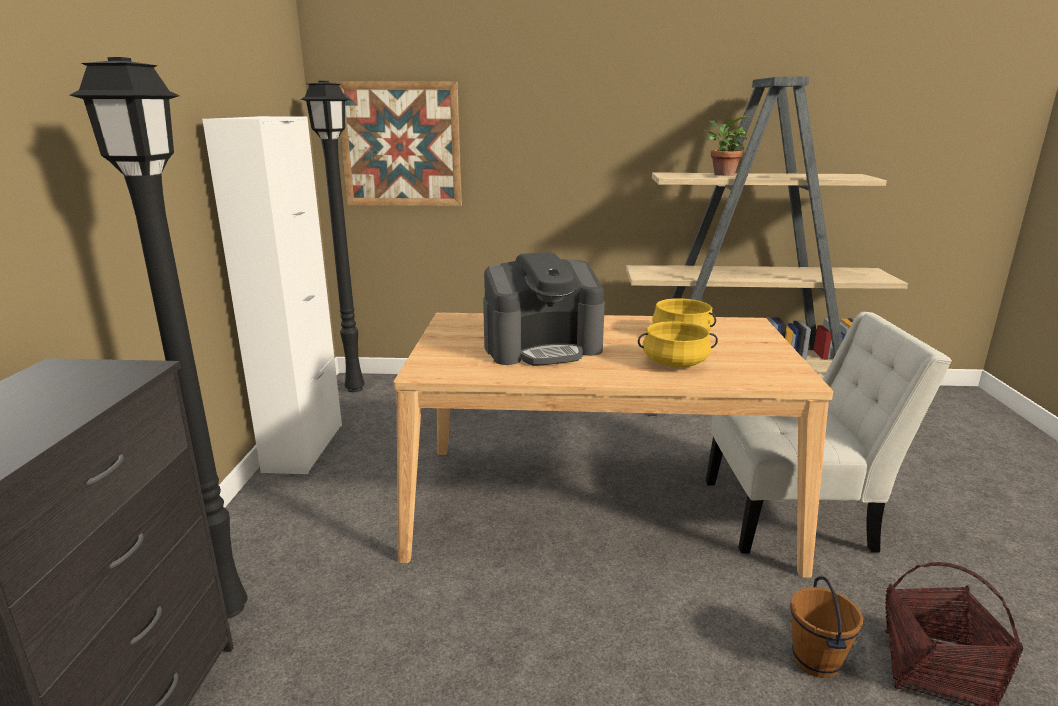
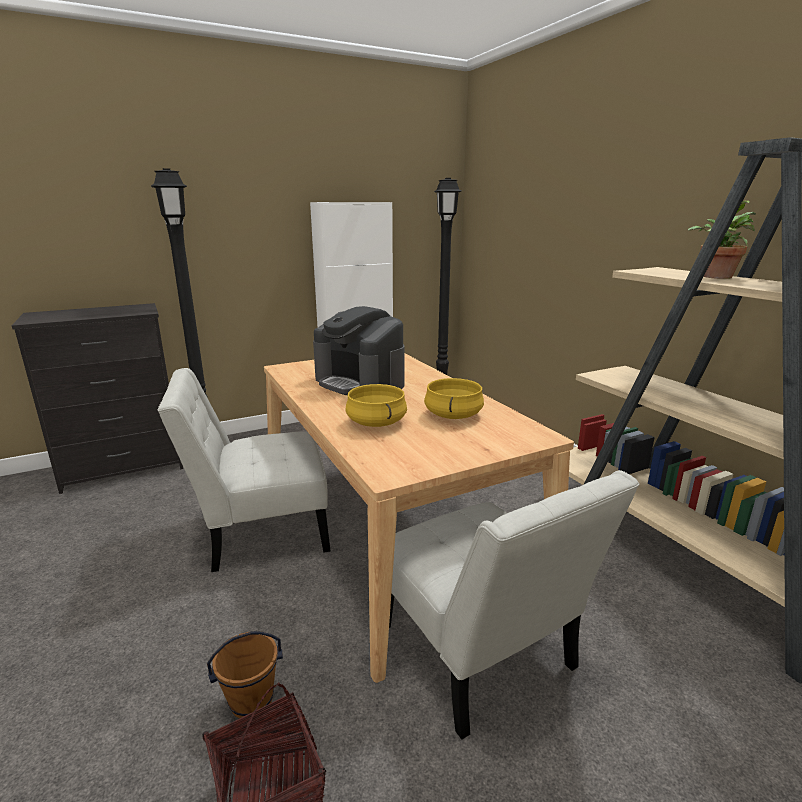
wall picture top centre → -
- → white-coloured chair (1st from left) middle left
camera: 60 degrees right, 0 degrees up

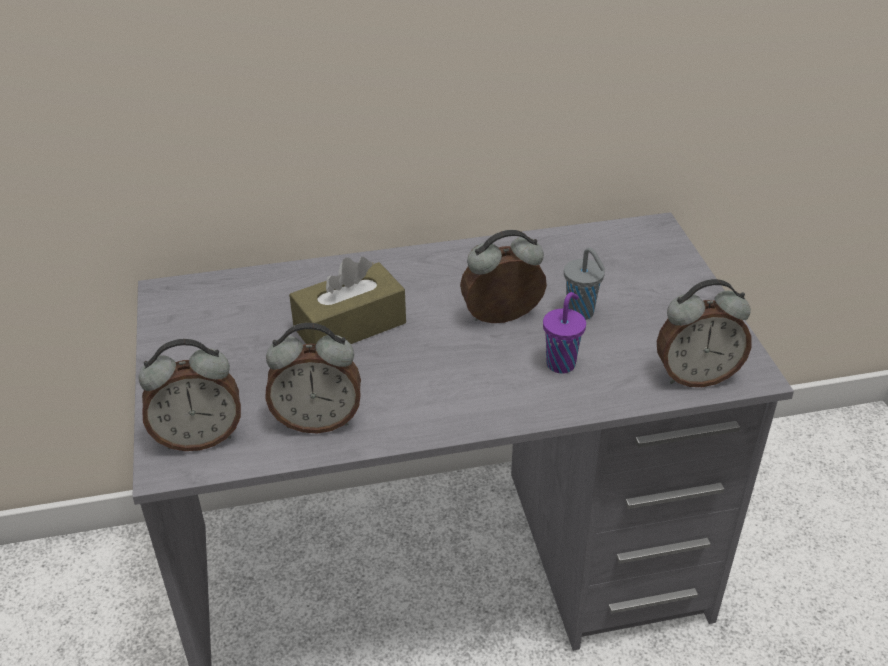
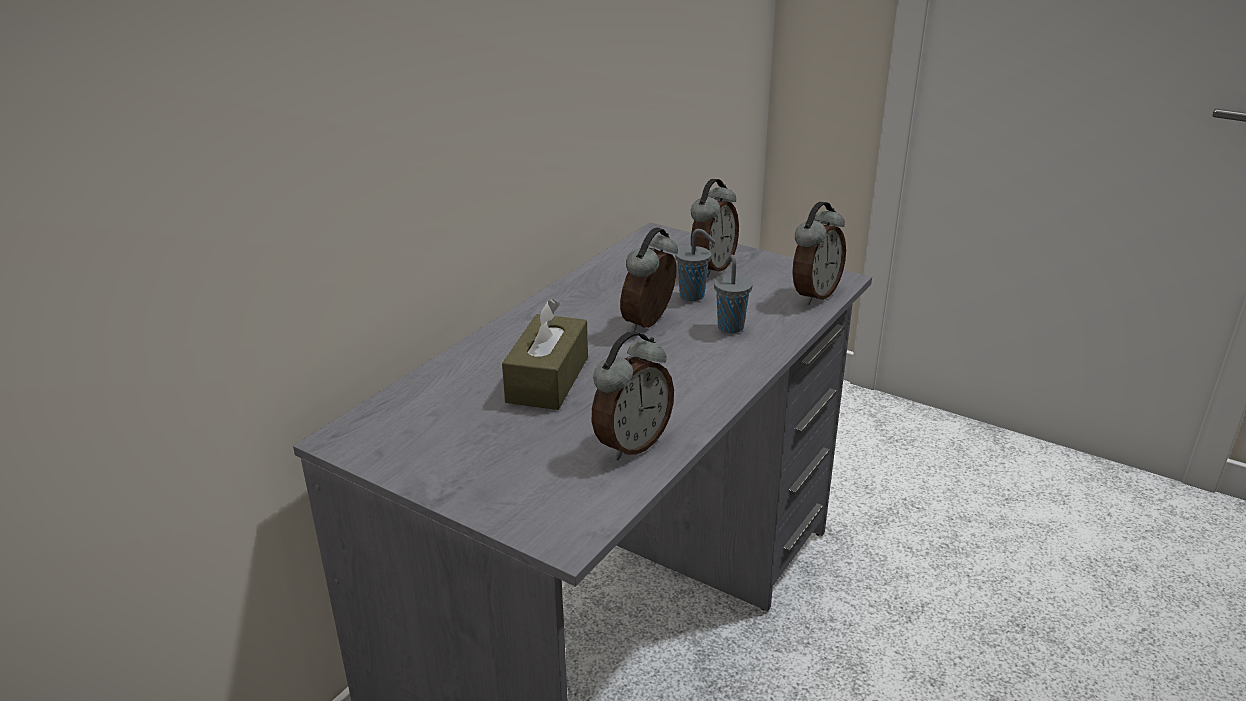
bedside clock (1st from left in the first image) middle left → bedside clock (3rd from left) top centre, move
purplish drinking cup centre → gray drinking cup (2nd from left) centre
camera: 45 degrees left, 10 degrees down

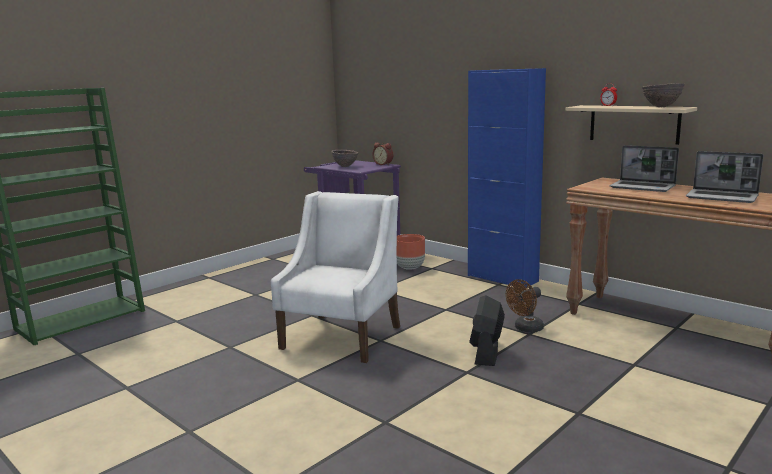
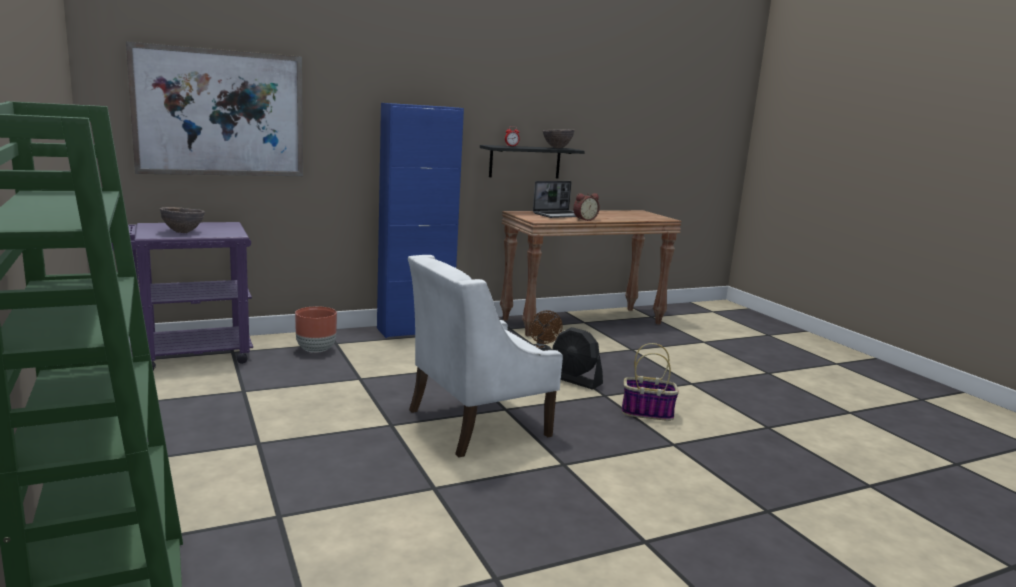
white-coloured lounge chair centre, 75 degrees counterclockwise
bedside clock (1st from left in the first image) top centre → bedside clock (2nd from left) centre, move
beige-coloured wall shelf top right → black wall shelf top centre
notebook computer (2nd from left) middle right → -
- → wall picture top left
- → storage basket centre
camera: 70 degrees left, 0 degrees up

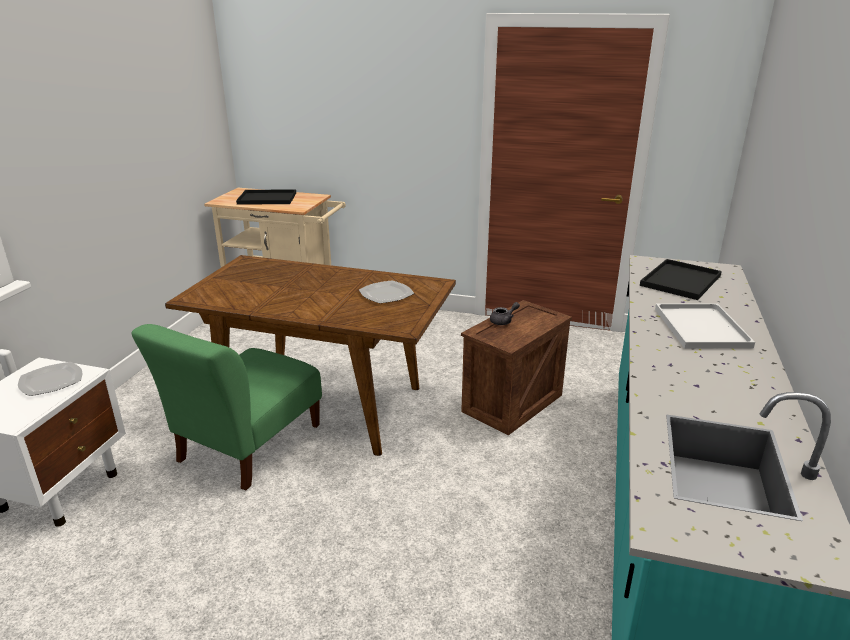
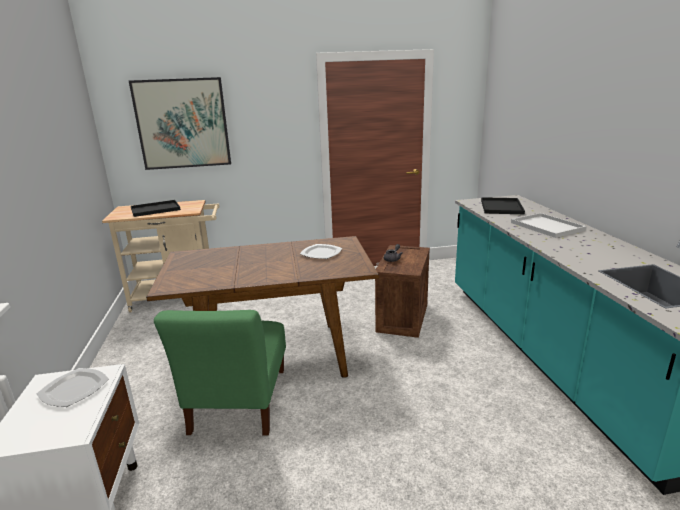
- → wall picture top left
camera: 25 degrees left, 5 degrees down

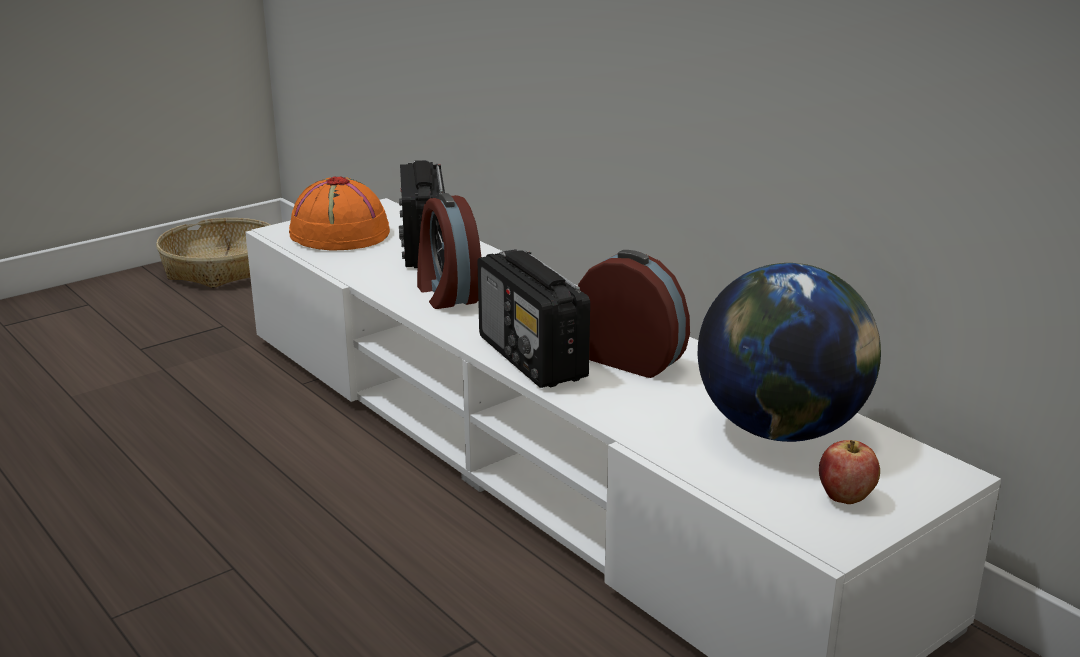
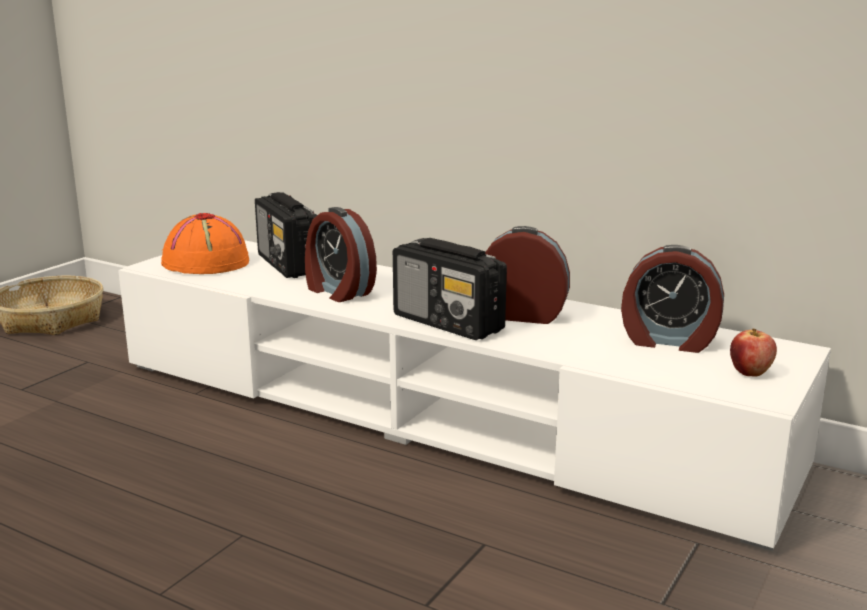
desk globe middle right → bedside clock (3rd from left) middle right
camera: 20 degrees left, 5 degrees down

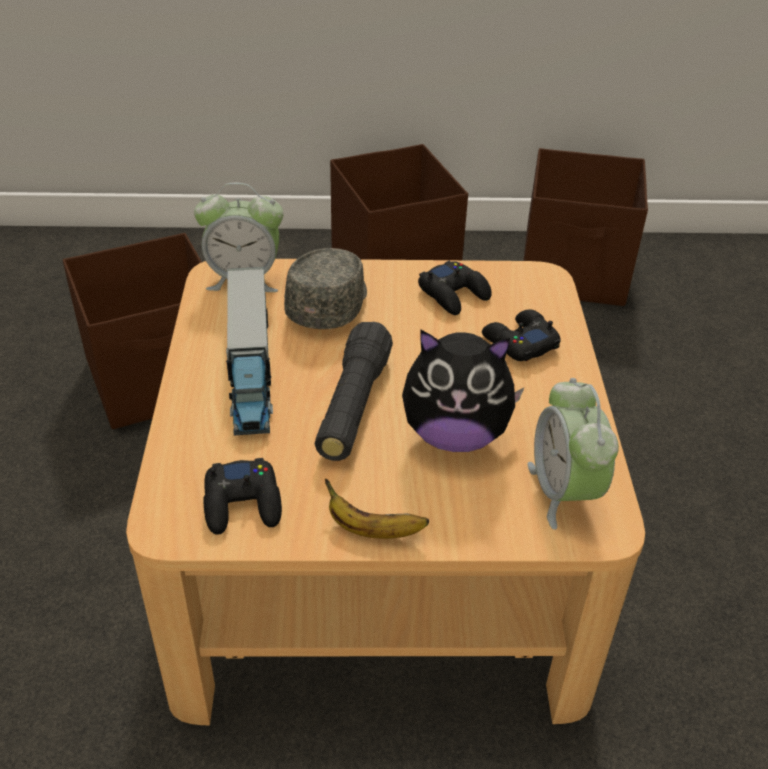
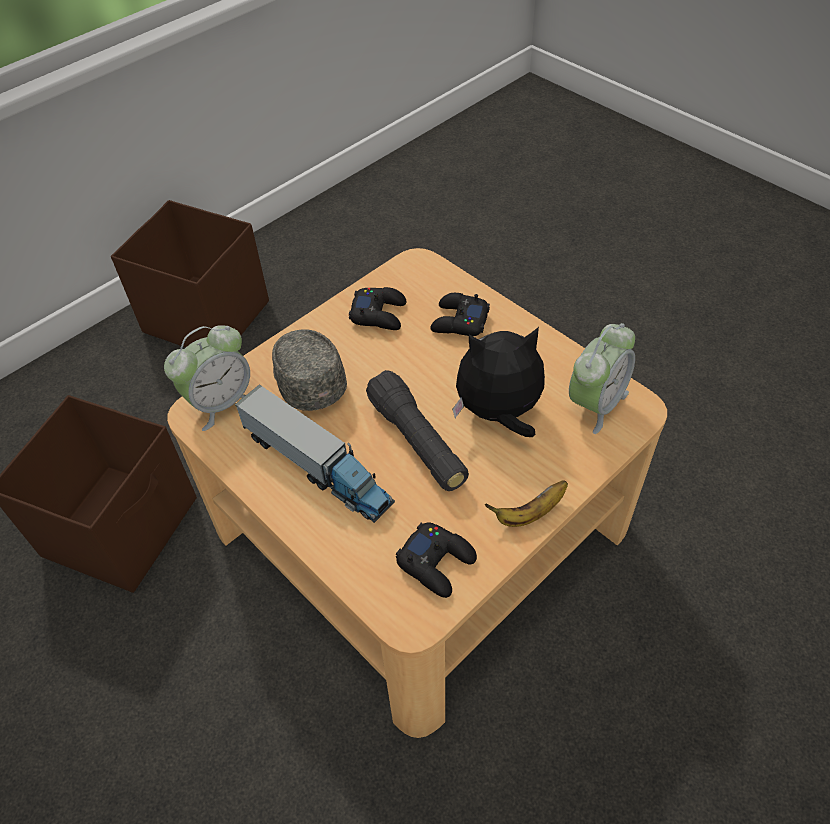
soft toy centre, 150 degrees counterclockwise
brown storage container (3rd from left) top right → -
bedside clock (2nd from left) middle right, 90 degrees counterclockwise
camera: 40 degrees left, 10 degrees up

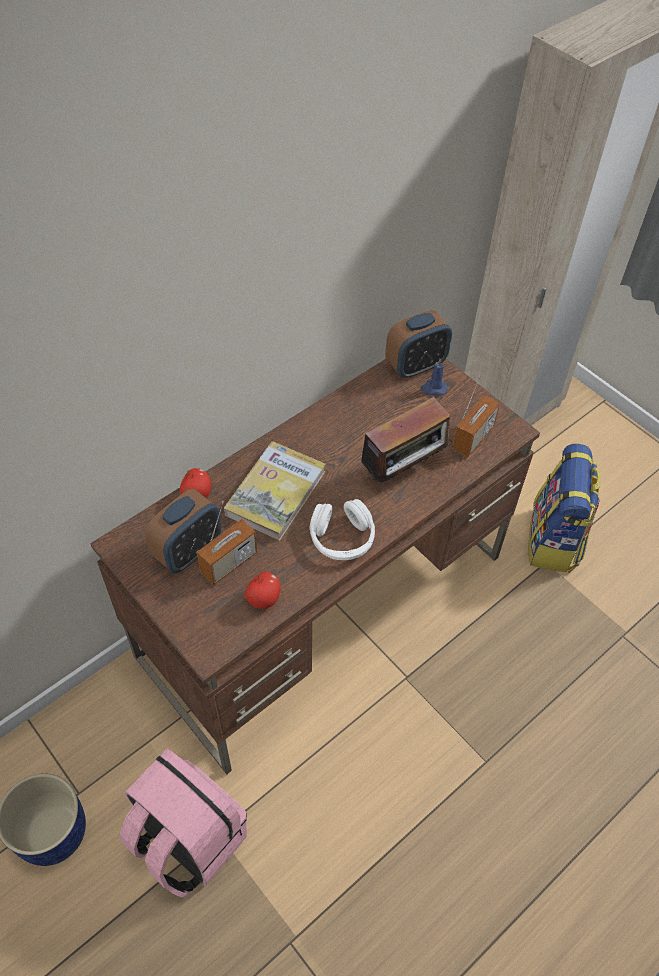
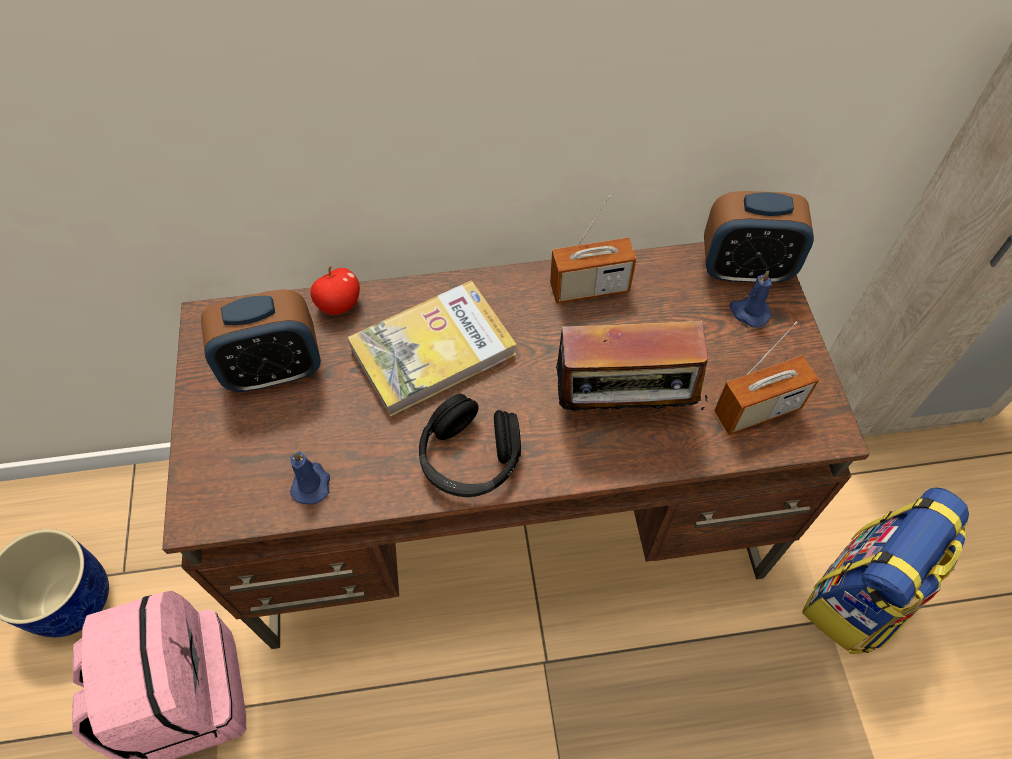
radio set (1st from left) centre → radio set (1st from left) top centre, move
whole apple (2nd from left) centre → blue wax candle (1st from left) middle left
white-coloured headphones centre → black headphones centre
camera: 35 degrees right, 5 degrees up

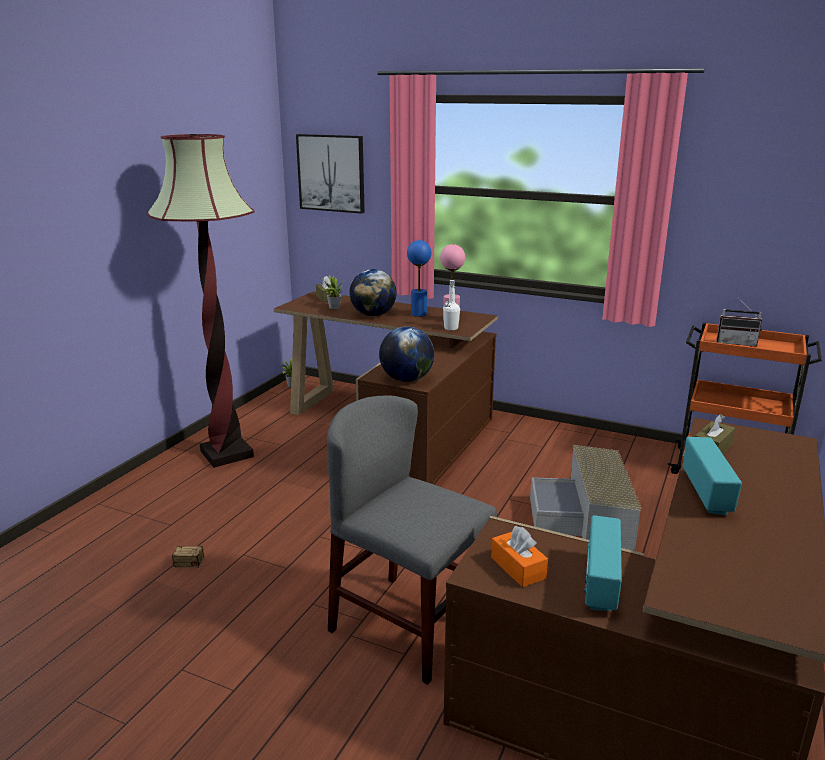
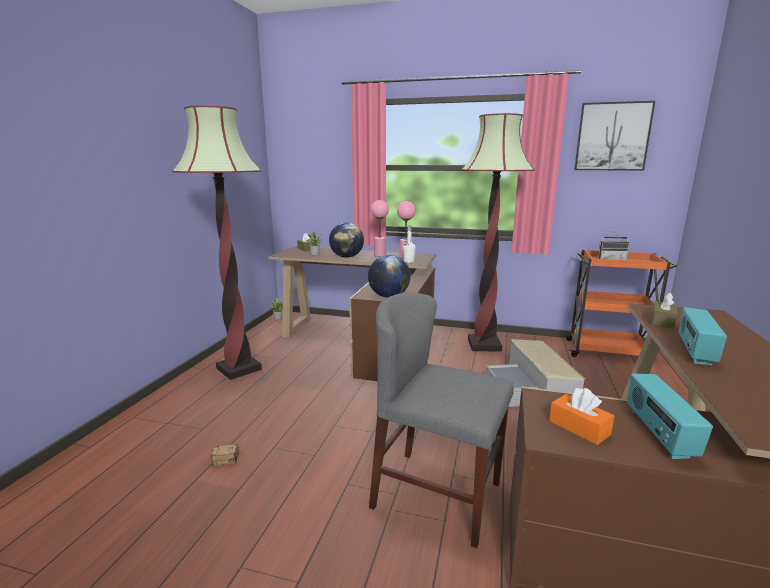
wall picture top centre → wall picture top right, move
blue table lamp centre → pink-coloured table lamp (1st from left) centre
radio set (2nd from left in the first image) middle right → radio set (3rd from left) middle right, 150 degrees counterclockwise
- → standing lamp (2nd from left) centre
camera: 10 degrees left, 5 degrees down

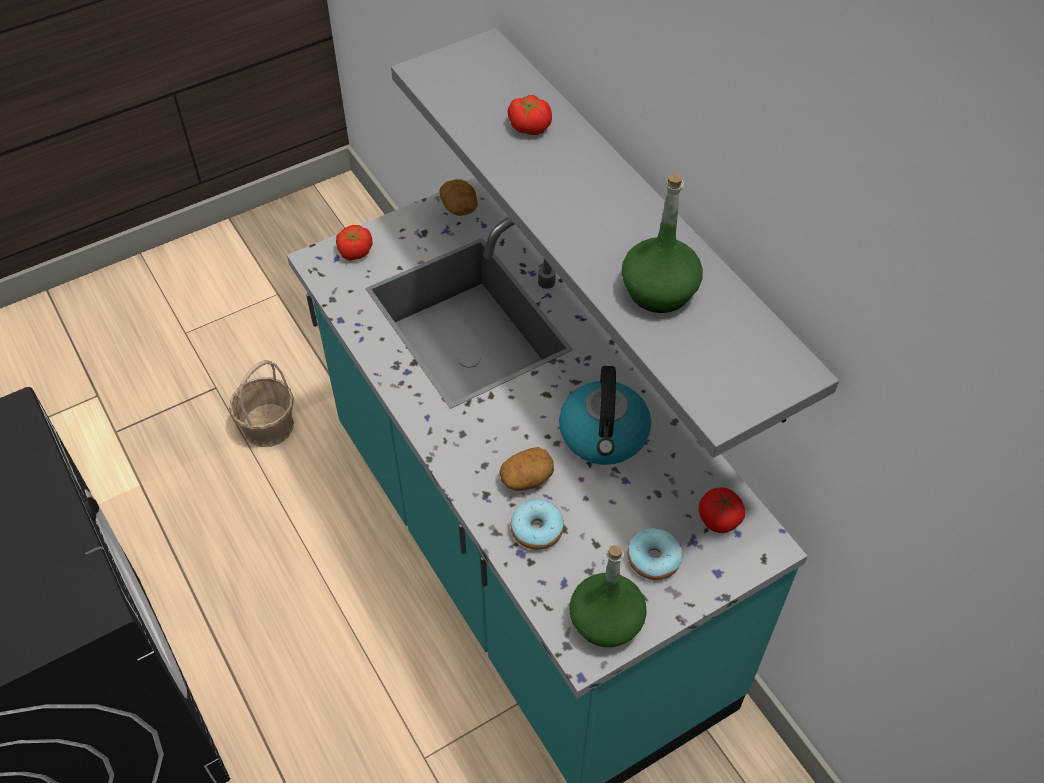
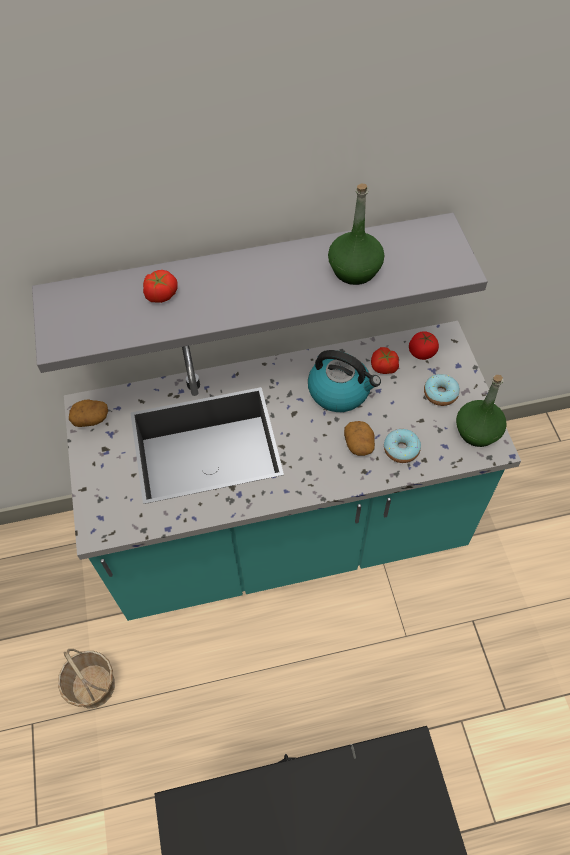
tomato (1st from left in the first image) top centre → tomato (2nd from left) middle right, move
camera: 70 degrees left, 5 degrees up

